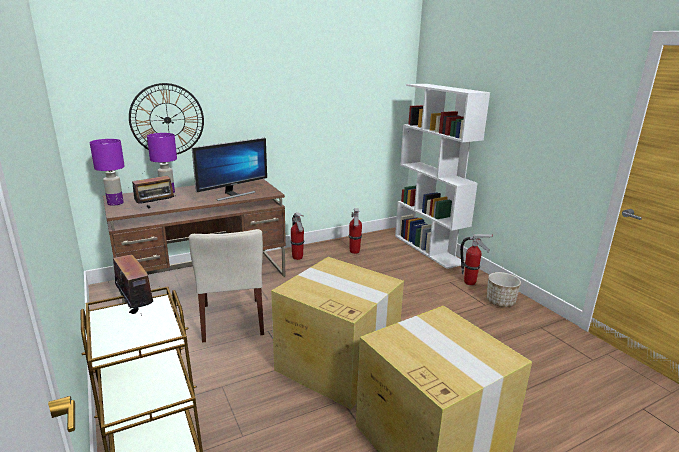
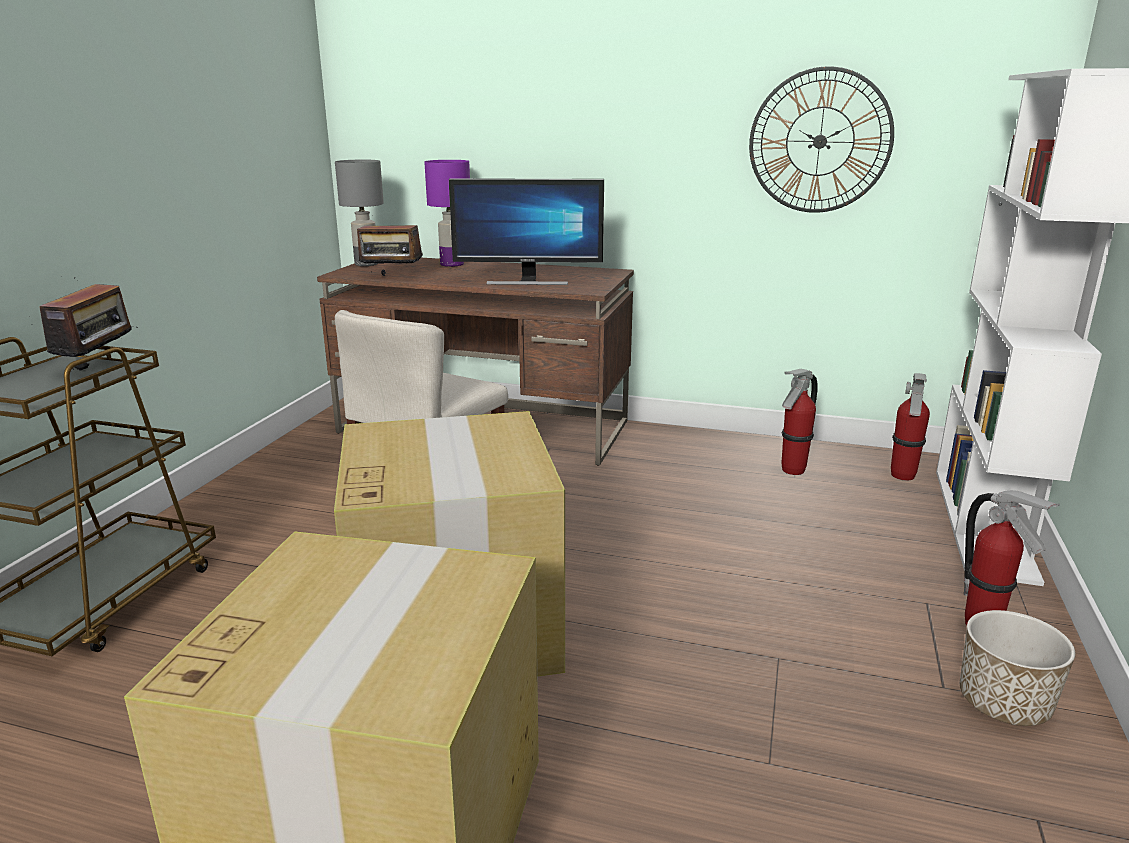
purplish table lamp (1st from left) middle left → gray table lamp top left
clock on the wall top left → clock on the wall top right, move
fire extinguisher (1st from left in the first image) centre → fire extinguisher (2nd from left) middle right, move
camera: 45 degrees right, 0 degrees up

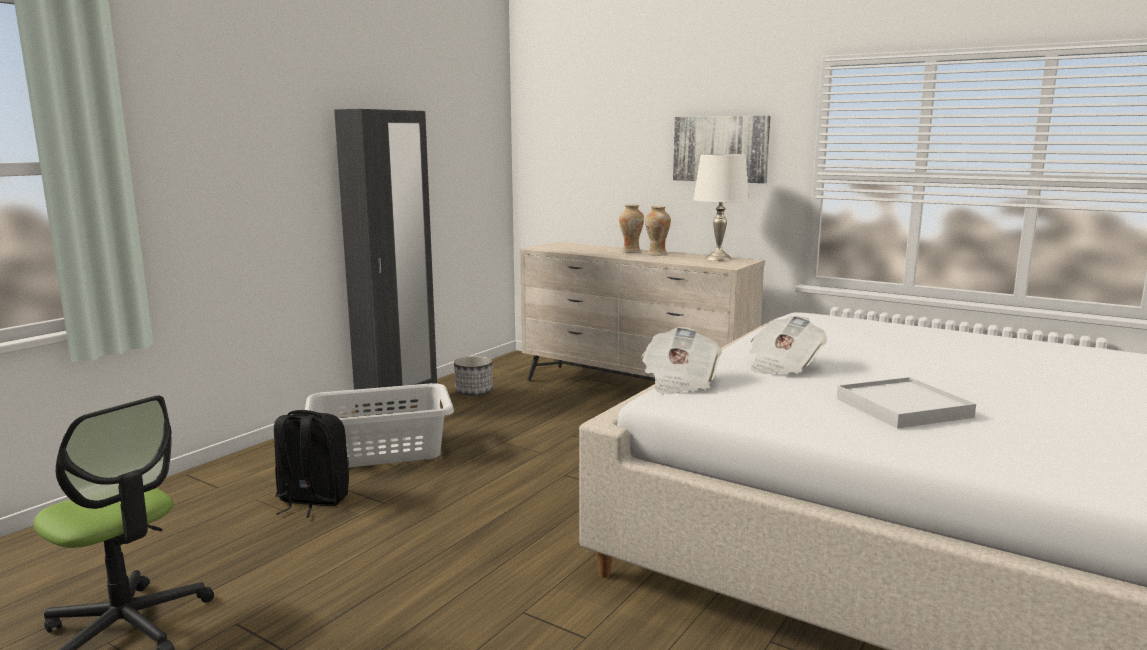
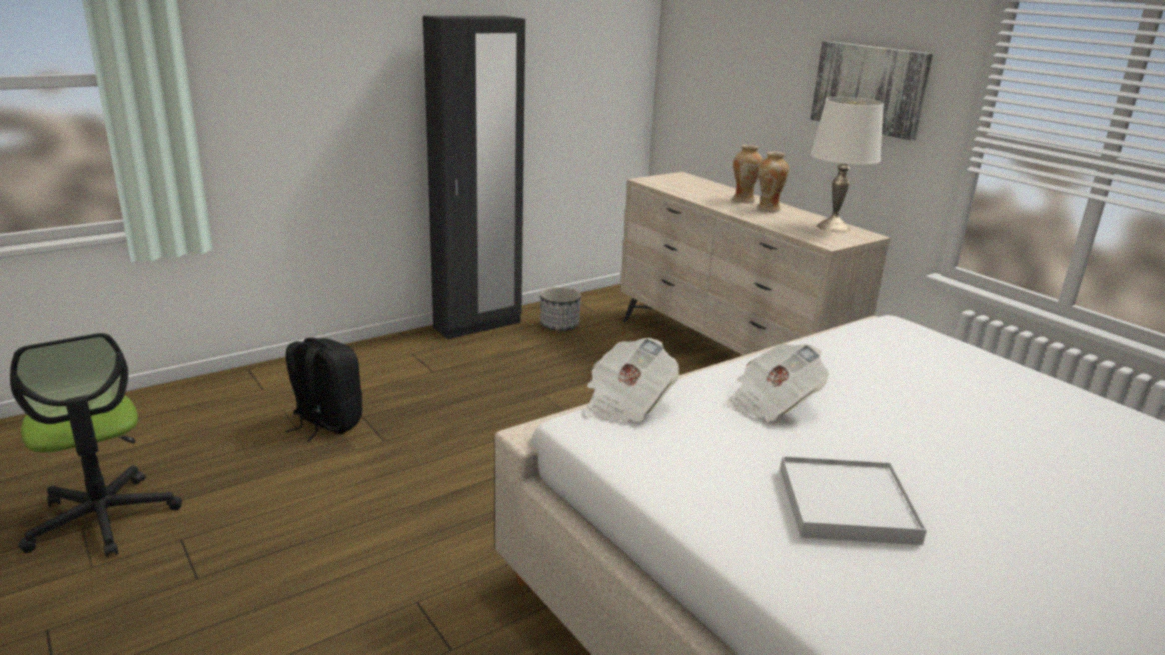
gray laundry basket middle left → -
camera: 20 degrees right, 10 degrees up

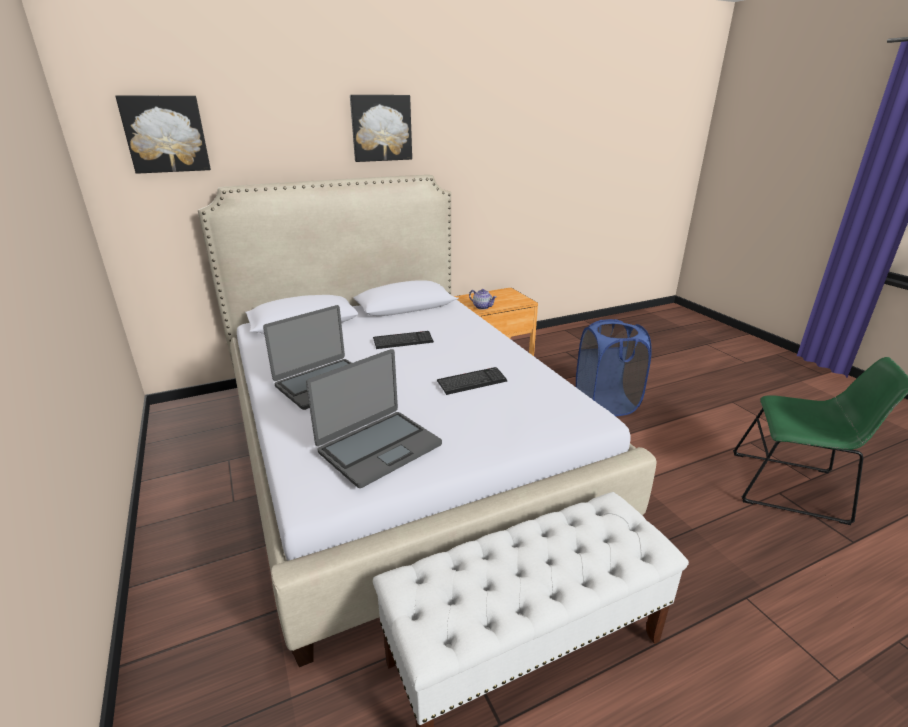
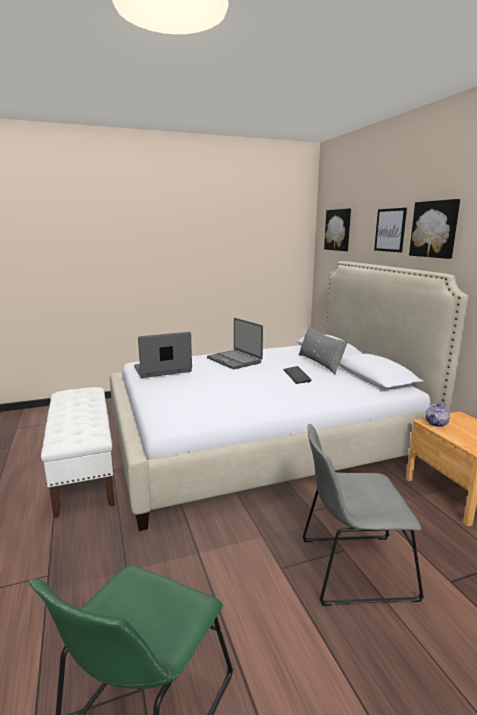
notebook computer (2nd from left in the first image) centre → notebook computer (1st from left) centre, 105 degrees clockwise
computer keyboard (2nd from left) centre → -
blue laundry basket middle right → gray chair bottom right
- → gray throw pillow middle right
- → wall picture (2nd from left) top right
camera: 95 degrees right, 10 degrees down

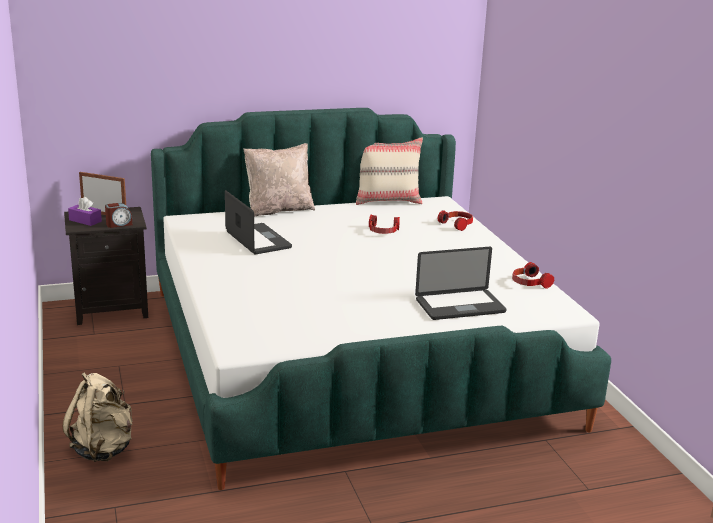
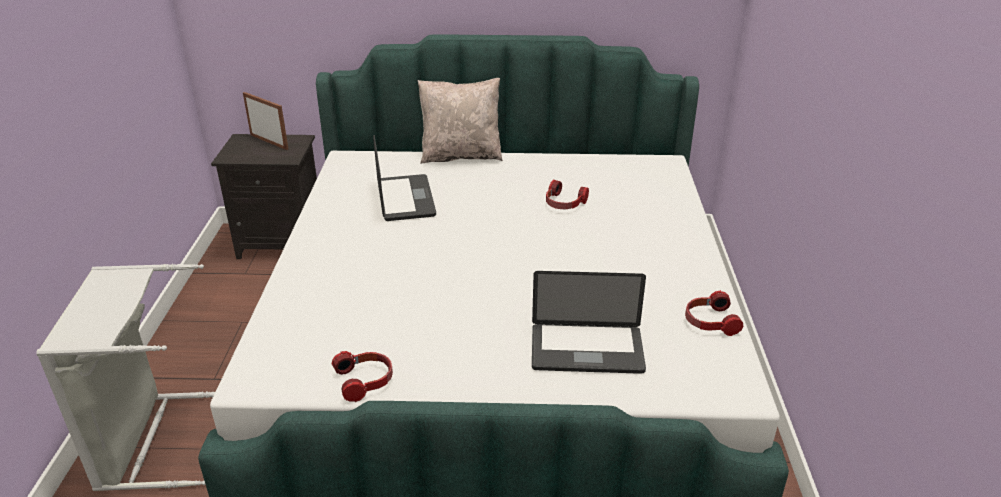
beige-coloured backpack bottom left → gray laundry basket bottom left
purplish tissue box middle left → -
bedside clock middle left → -
beige-coloured throw pillow (2nd from left) top centre → -
headphones (2nd from left in the first image) centre → headphones (1st from left) bottom centre, move
camera: 20 degrees right, 10 degrees up

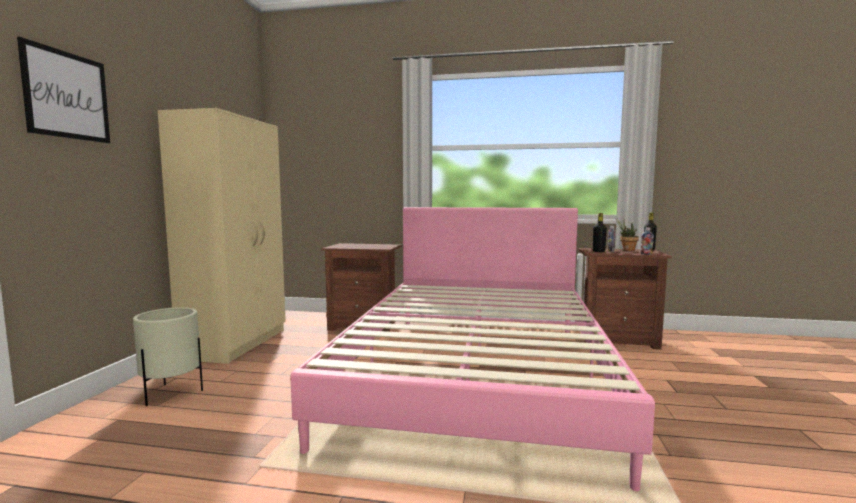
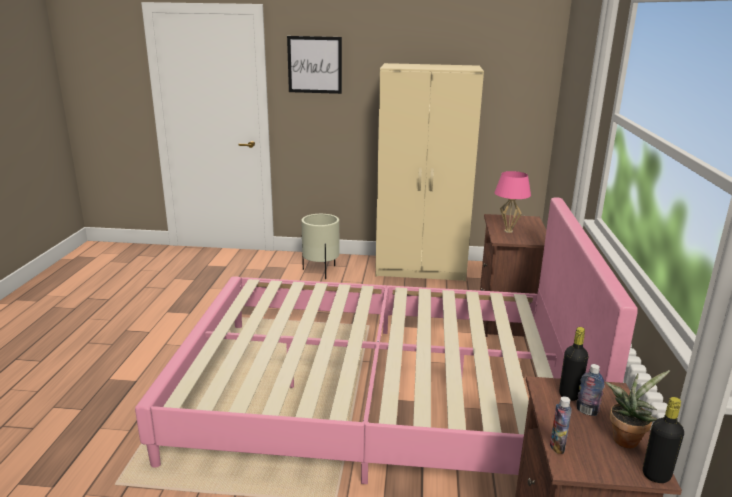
- → pink-coloured table lamp middle right
camera: 85 degrees right, 15 degrees up

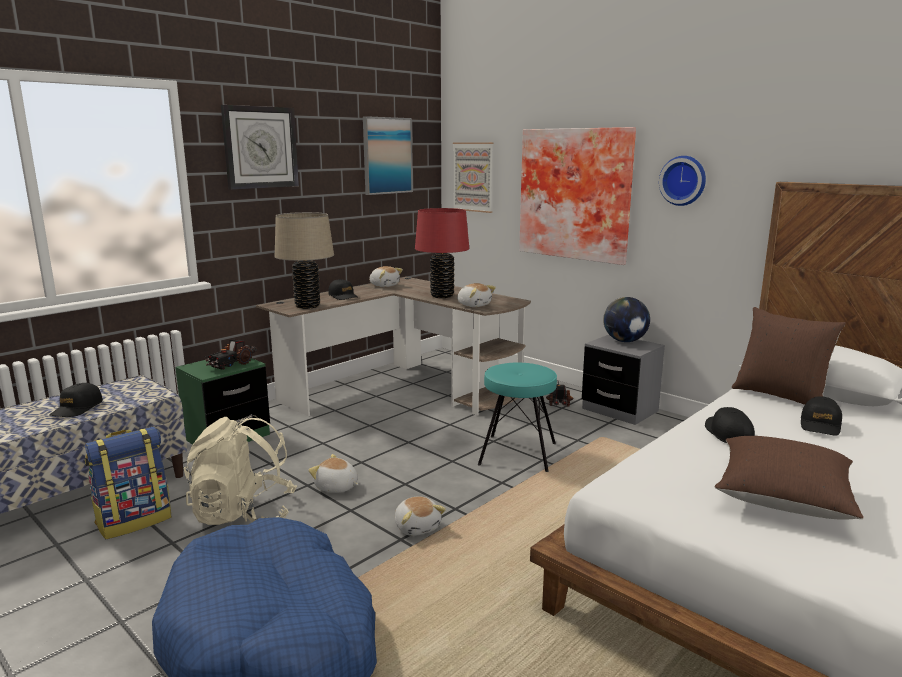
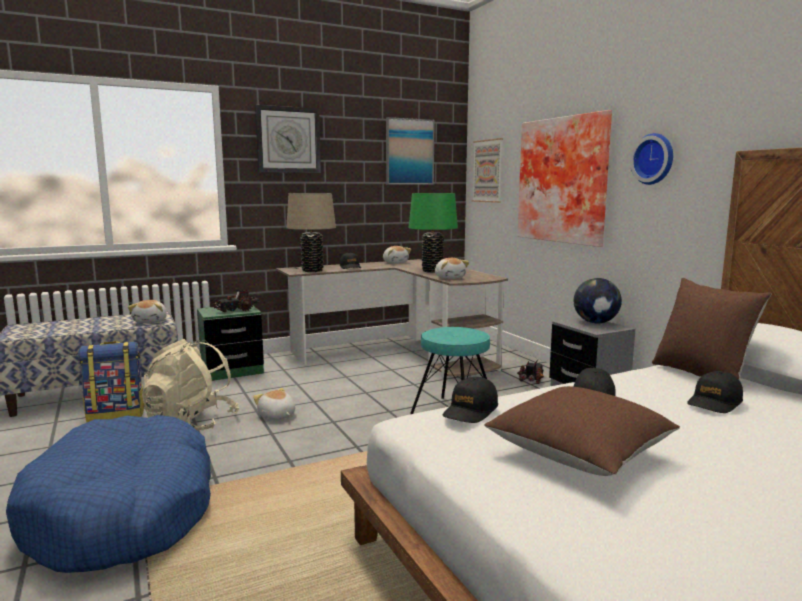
black baseball cap (1st from left in the first image) middle left → black baseball cap (2nd from left) centre, move
soft toy (3rd from left in the first image) bottom centre → soft toy (1st from left) middle left, move
reddish table lamp centre → green-coloured table lamp centre
camera: 20 degrees right, 5 degrees down

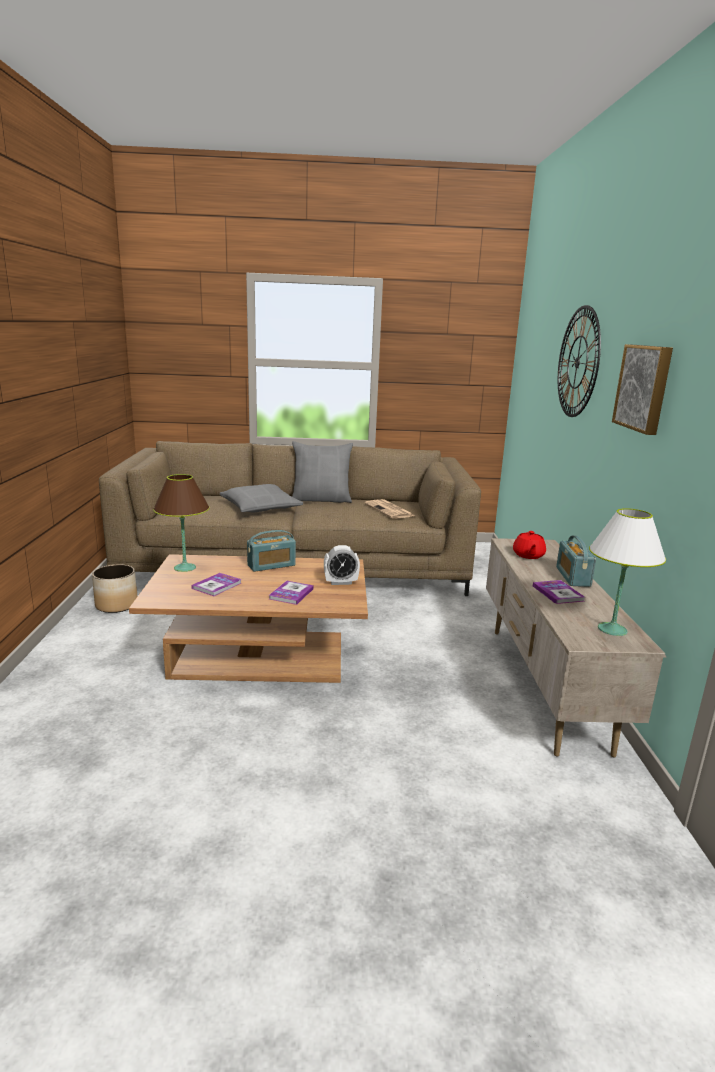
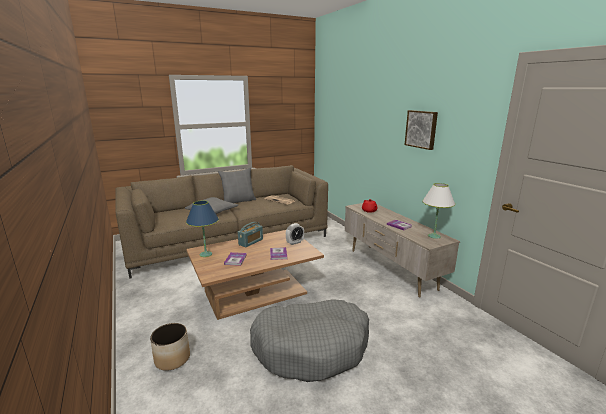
flower pot middle left → flower pot bottom left, move
brown table lamp middle left → blue table lamp centre
radio set (2nd from left) middle right → -
clock on the wall middle right → -
- → gray dog bed bottom centre
camera: 25 degrees left, 0 degrees up

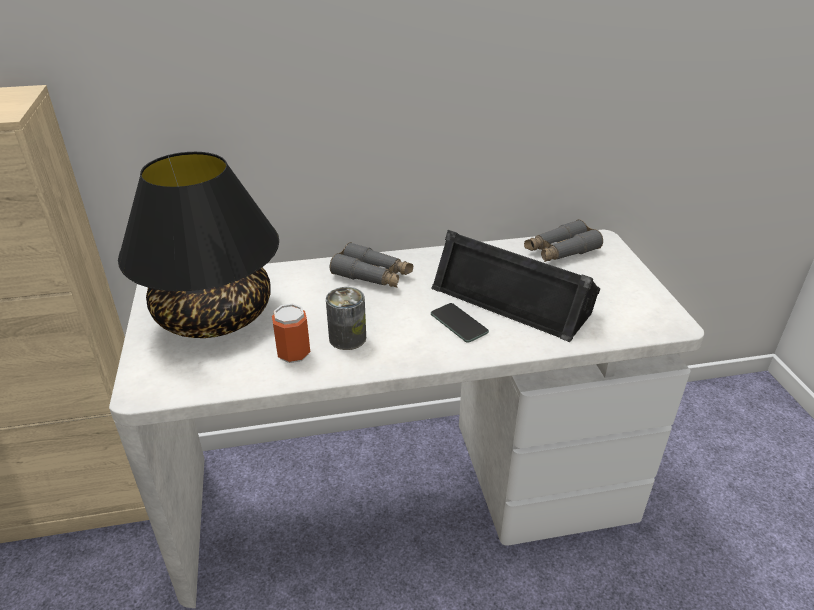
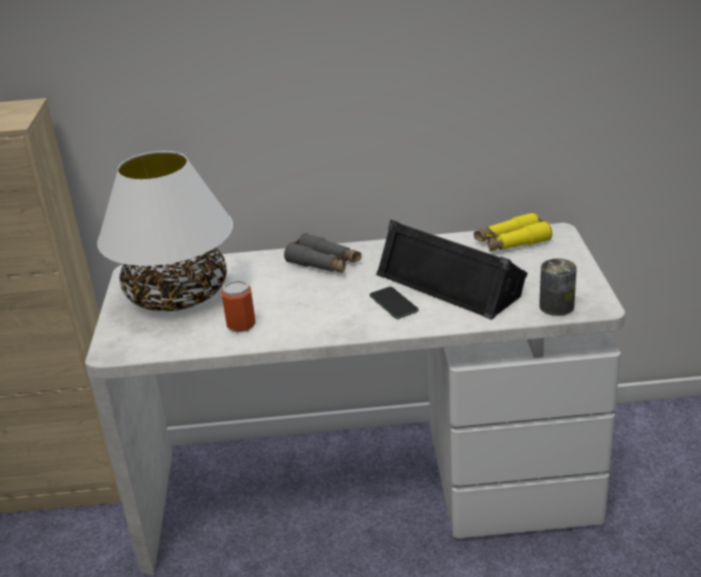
black table lamp middle left → white-coloured table lamp middle left
sealed can (2nd from left) centre → sealed can (2nd from left) middle right, move
gray binoculars (2nd from left) middle right → yellowish binoculars middle right
camera: 10 degrees right, 5 degrees down

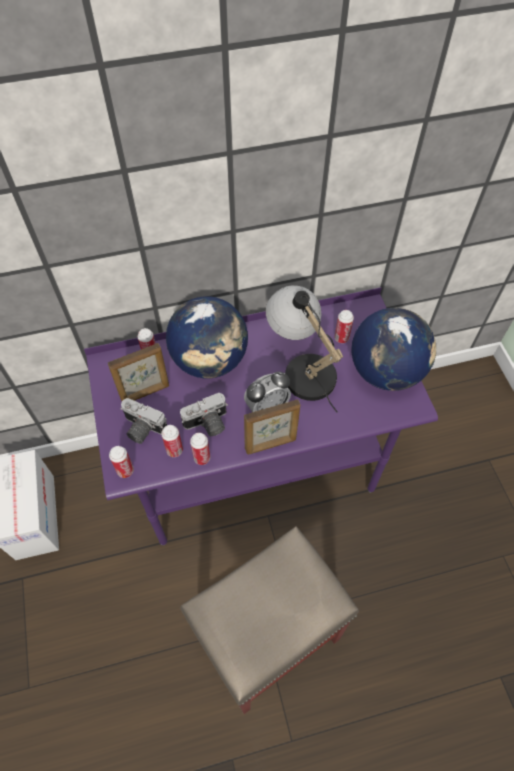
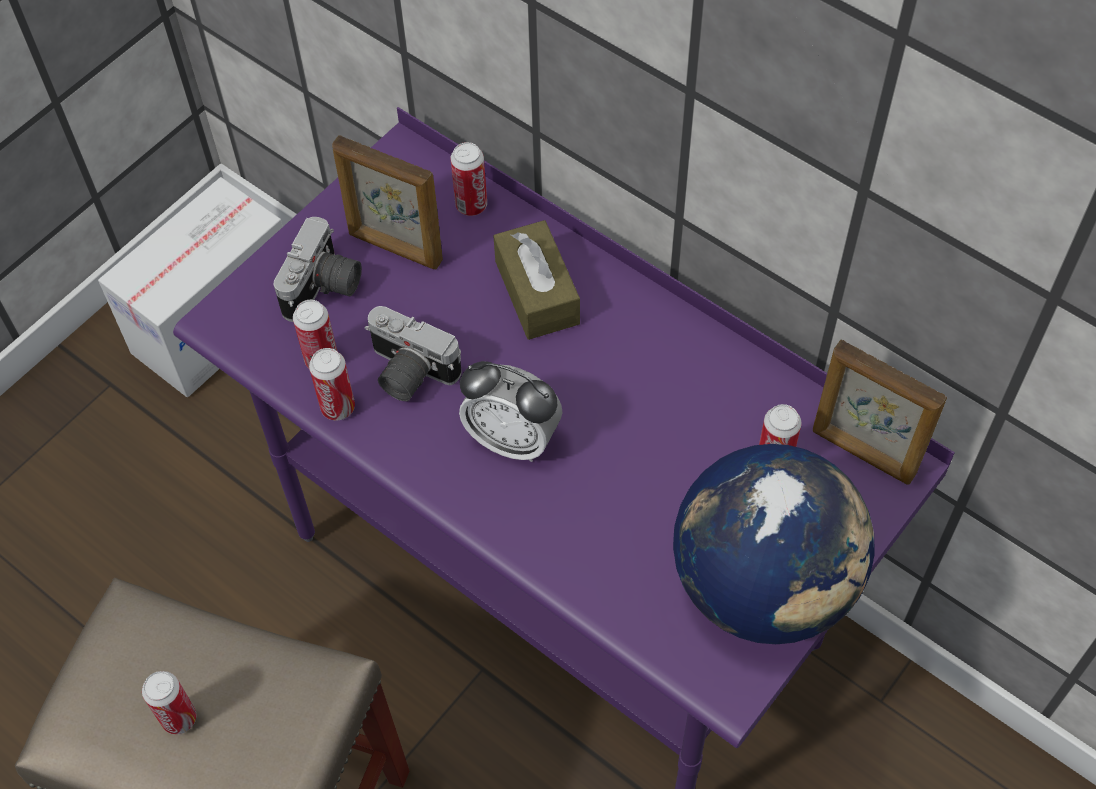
sealed can (1st from left) middle left → sealed can (1st from left) bottom left, move
photo camera (1st from left) middle left, 150 degrees counterclockwise
desk globe (1st from left) centre → brown tissue box centre
standing frame (2nd from left) centre → standing frame (2nd from left) middle right, move
table lamp centre → -
camera: 55 degrees right, 0 degrees up

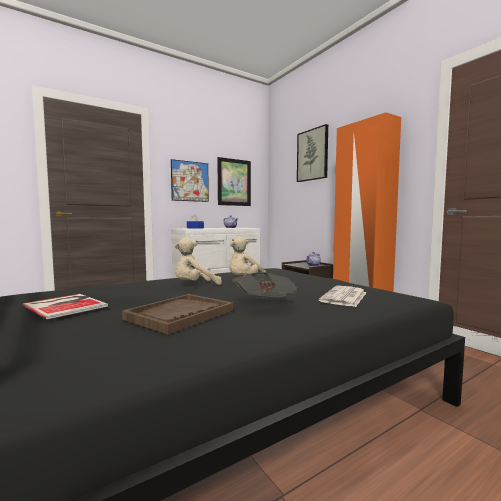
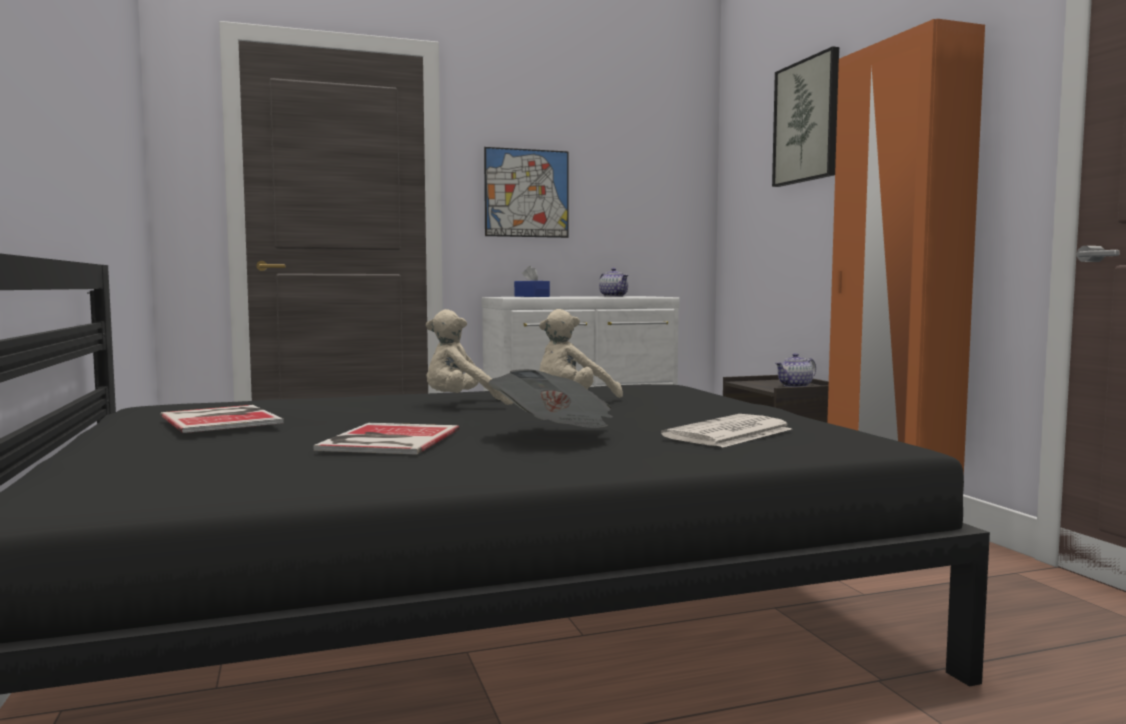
brown tray centre → book (2nd from left) centre
wall picture (2nd from left) centre → -
camera: 15 degrees right, 0 degrees up

